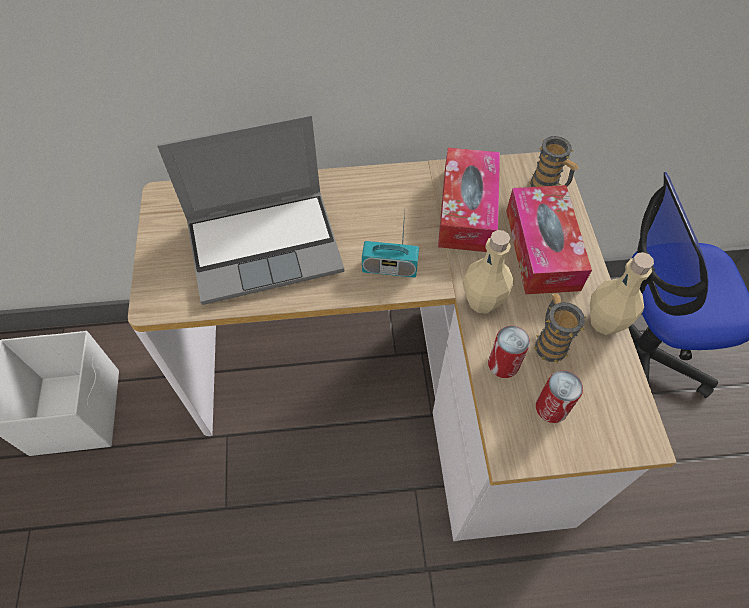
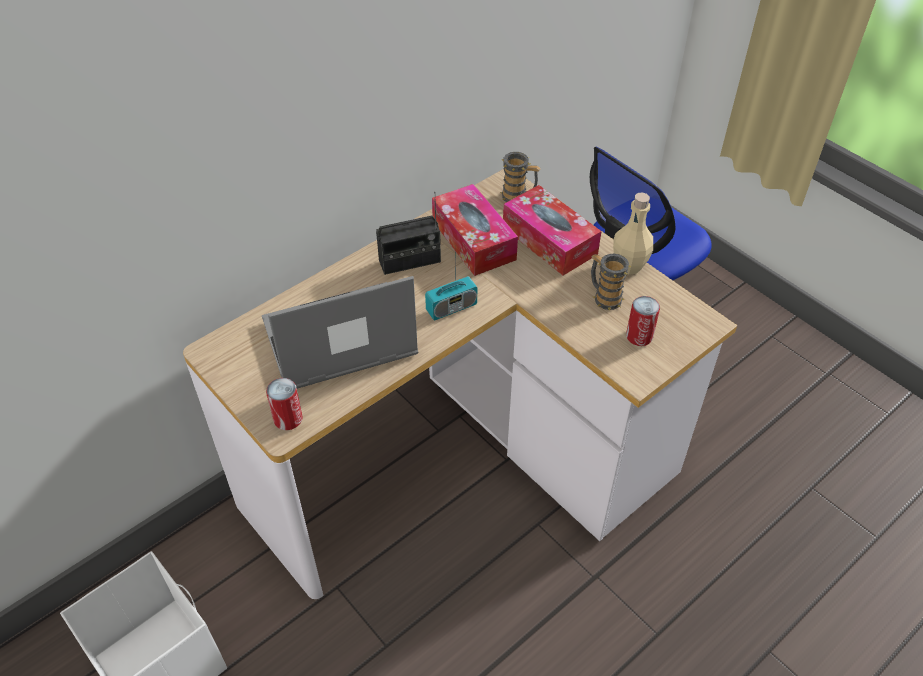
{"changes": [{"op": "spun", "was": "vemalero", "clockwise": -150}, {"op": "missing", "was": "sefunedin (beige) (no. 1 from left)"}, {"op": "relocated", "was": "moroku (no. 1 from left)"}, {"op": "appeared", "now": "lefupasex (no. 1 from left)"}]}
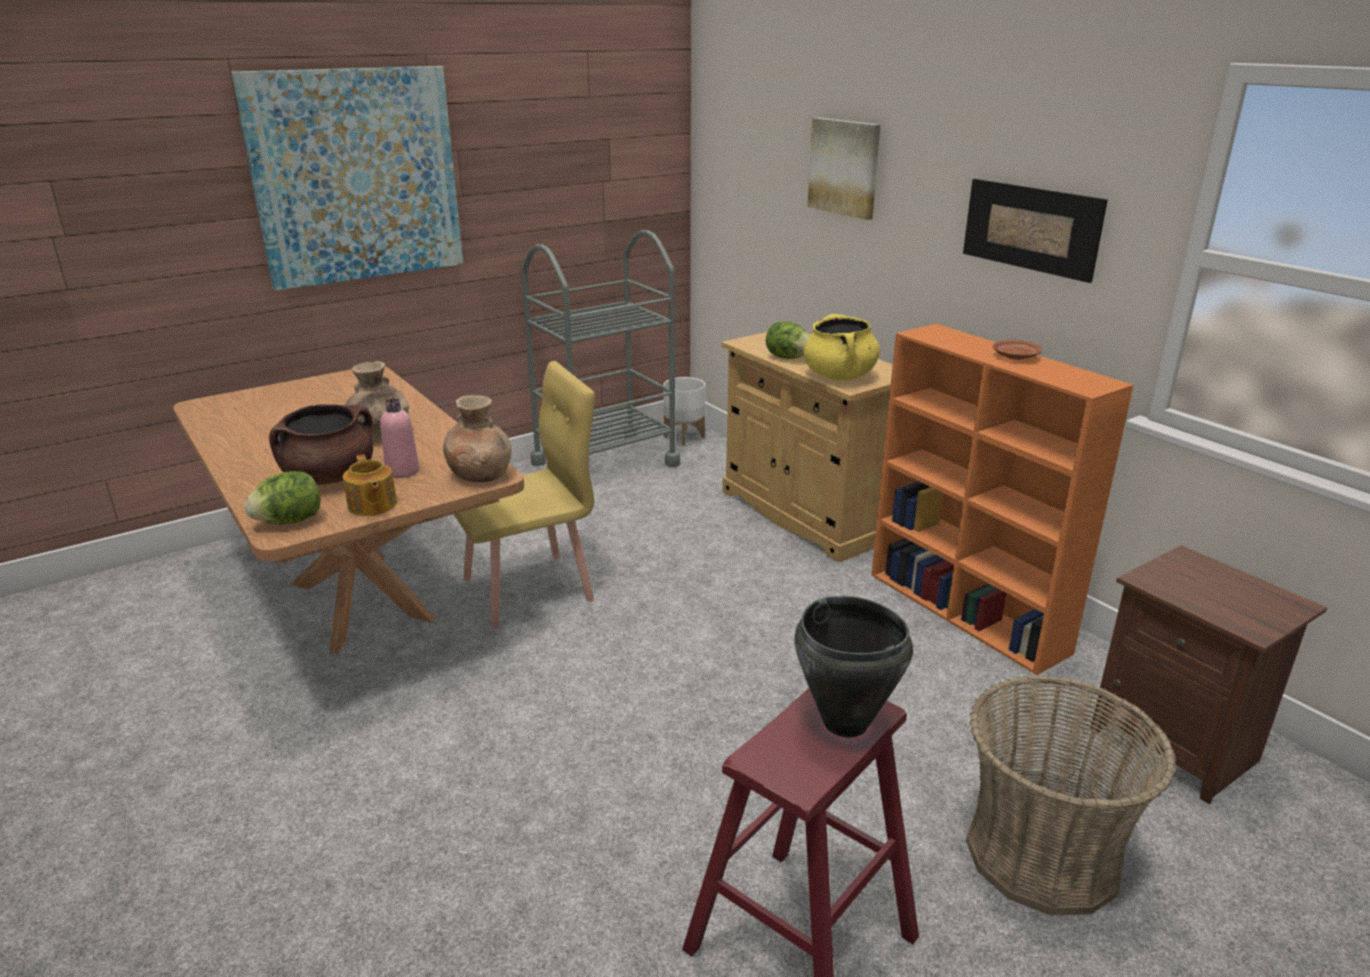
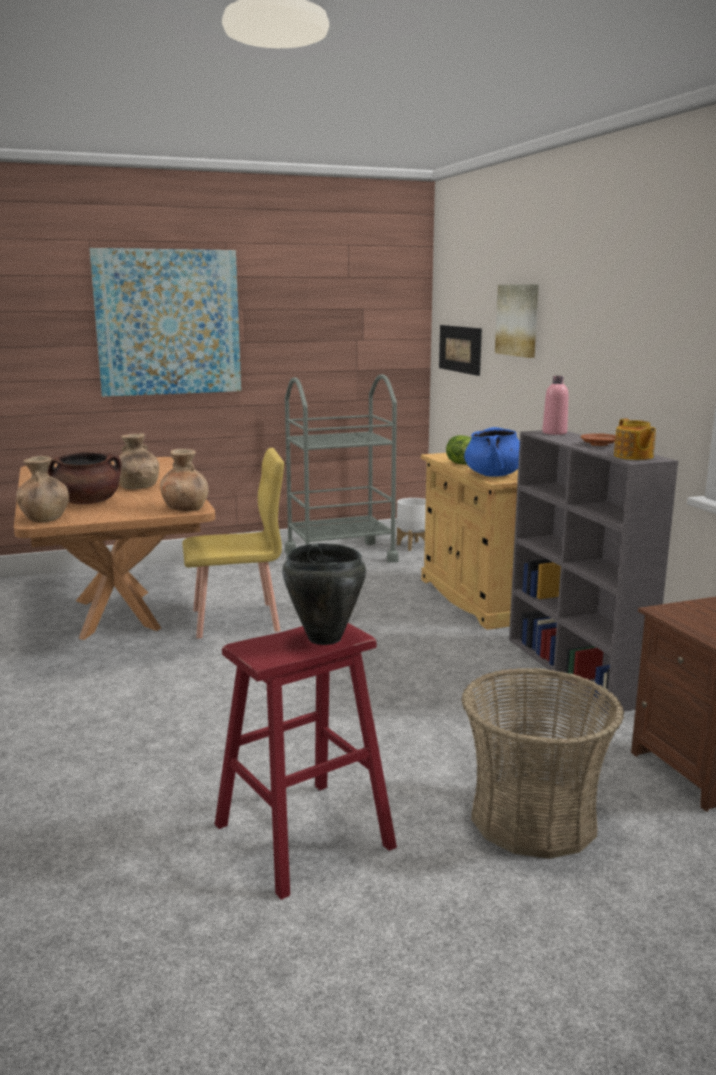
{"changes": [{"op": "exchanged", "was": "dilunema (no. 1 from left)", "now": "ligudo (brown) (no. 1 from left)"}, {"op": "relocated", "was": "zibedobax"}, {"op": "relocated", "was": "sefunedin (pink)"}, {"op": "colour", "was": "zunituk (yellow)", "now": "zunituk (blue)"}, {"op": "colour", "was": "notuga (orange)", "now": "notuga (grey)"}, {"op": "relocated", "was": "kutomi (no. 3 from left in the first image)", "now": "kutomi (no. 2 from left)"}]}
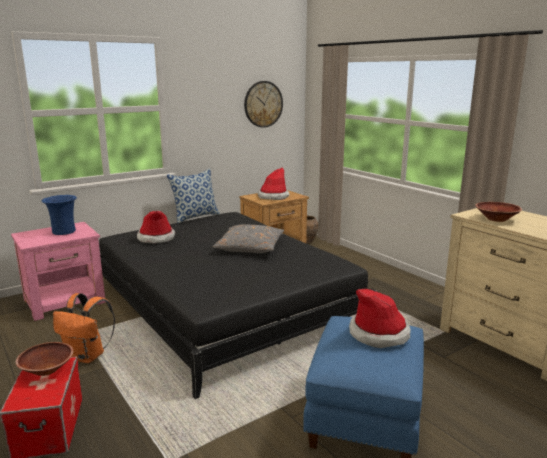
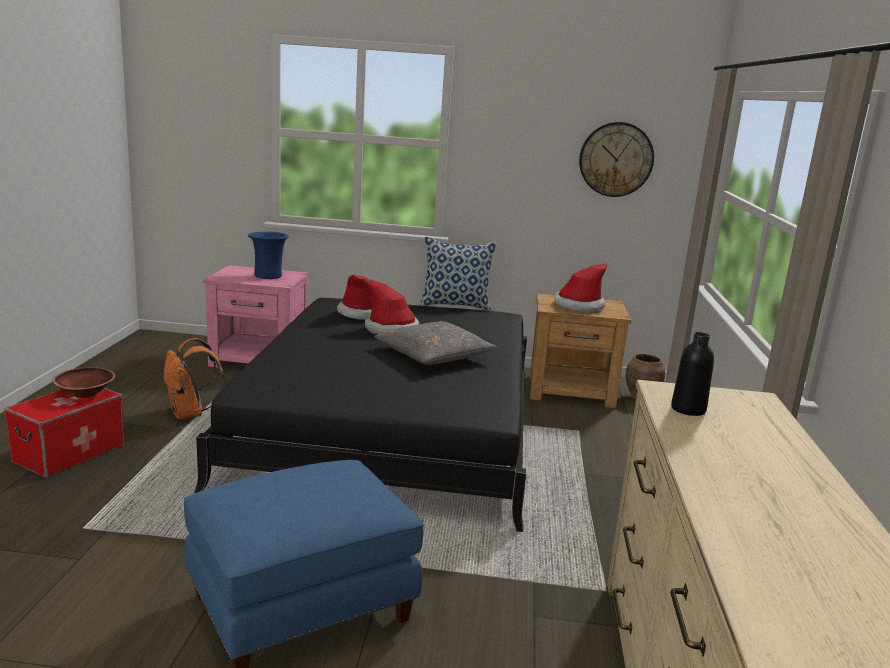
{"changes": [{"op": "relocated", "was": "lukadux (no. 3 from left in the first image)", "now": "lukadux (no. 2 from left)"}, {"op": "exchanged", "was": "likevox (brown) (no. 2 from left)", "now": "sefunedin (black)"}]}
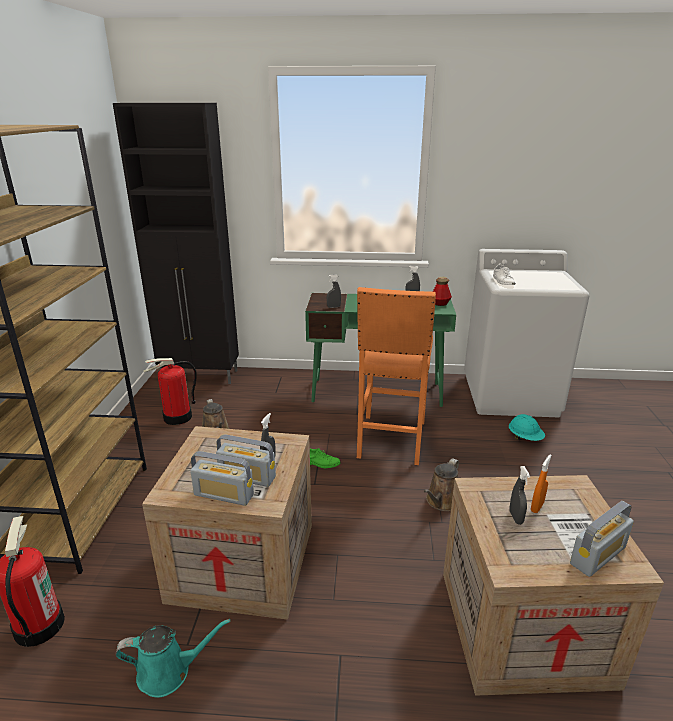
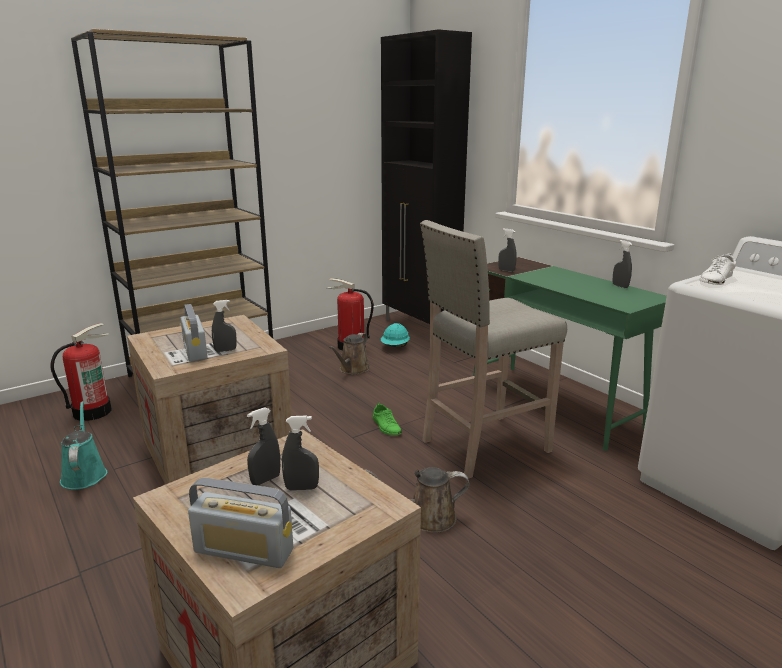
{"changes": [{"op": "spun", "was": "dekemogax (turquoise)", "clockwise": -150}, {"op": "missing", "was": "lefupasex (no. 1 from left)"}, {"op": "colour", "was": "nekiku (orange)", "now": "nekiku (beige)"}, {"op": "missing", "was": "sefunedin"}, {"op": "relocated", "was": "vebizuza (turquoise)"}, {"op": "colour", "was": "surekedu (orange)", "now": "surekedu (grey) (no. 3 from left)"}]}
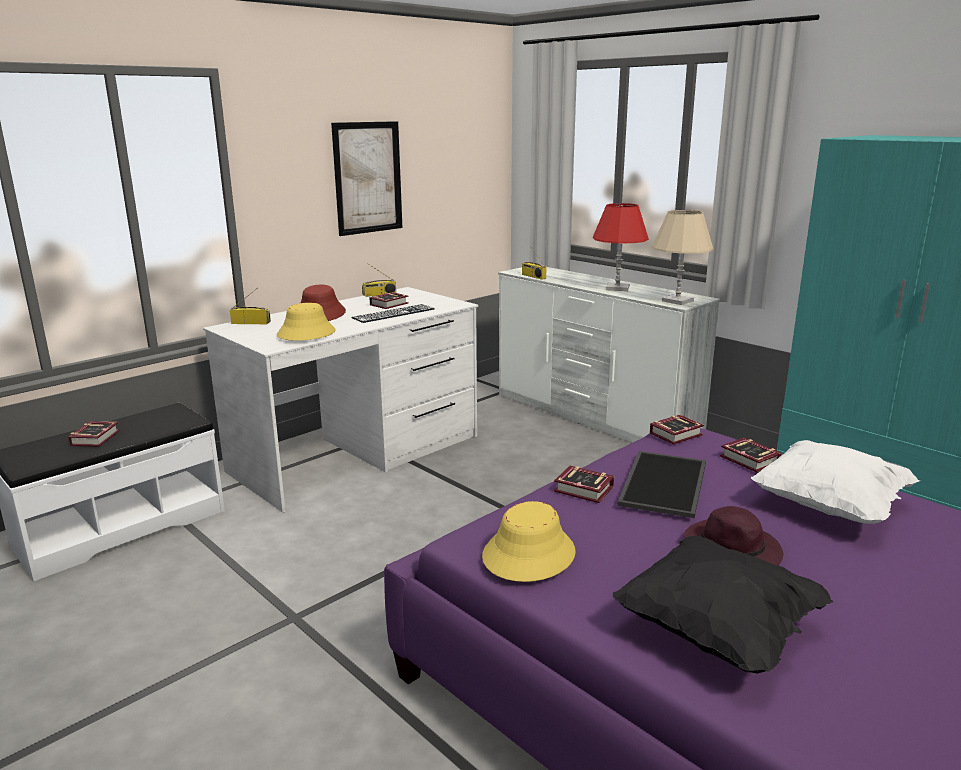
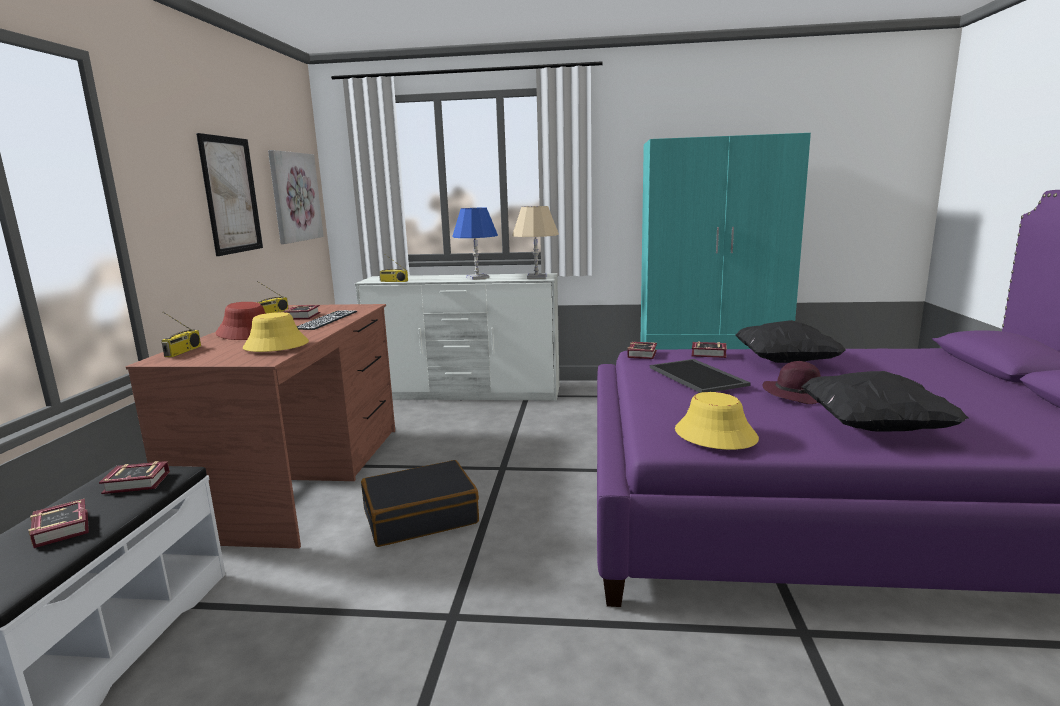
{"changes": [{"op": "colour", "was": "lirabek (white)", "now": "lirabek (brown)"}, {"op": "spun", "was": "lefupasex (no. 1 from left)", "clockwise": 135}, {"op": "relocated", "was": "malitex (no. 3 from left in the first image)", "now": "malitex (no. 2 from left)"}, {"op": "colour", "was": "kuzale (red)", "now": "kuzale (blue)"}, {"op": "colour", "was": "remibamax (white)", "now": "remibamax (black) (no. 1 from left)"}, {"op": "appeared", "now": "kutomi (no. 2 from left)"}, {"op": "appeared", "now": "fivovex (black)"}]}
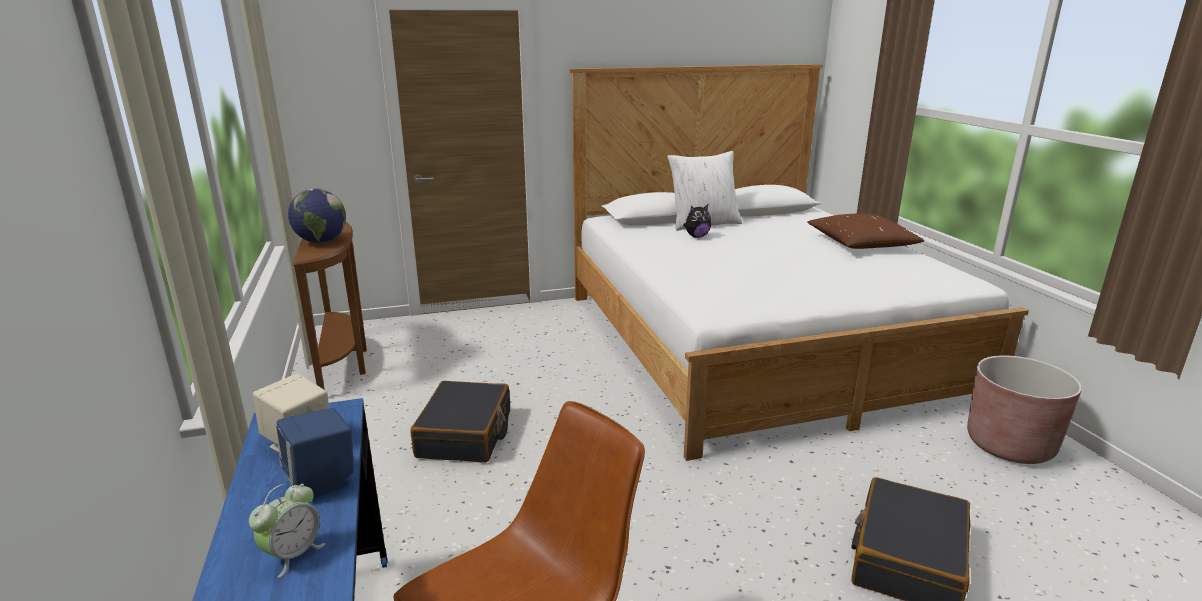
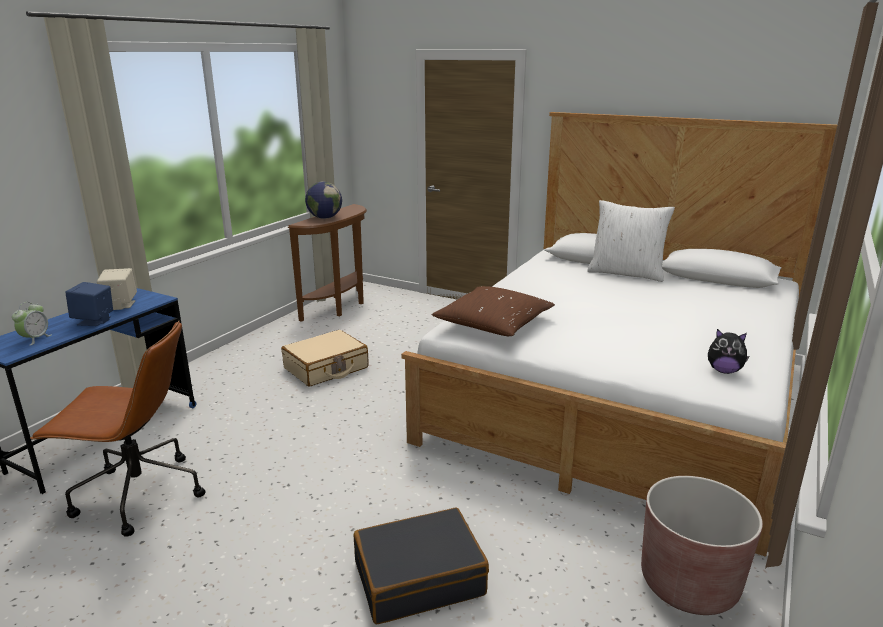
{"changes": [{"op": "spun", "was": "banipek", "clockwise": -60}, {"op": "colour", "was": "fivovex (black) (no. 1 from left)", "now": "fivovex (beige)"}, {"op": "relocated", "was": "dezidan"}, {"op": "relocated", "was": "remibamax (brown)"}]}
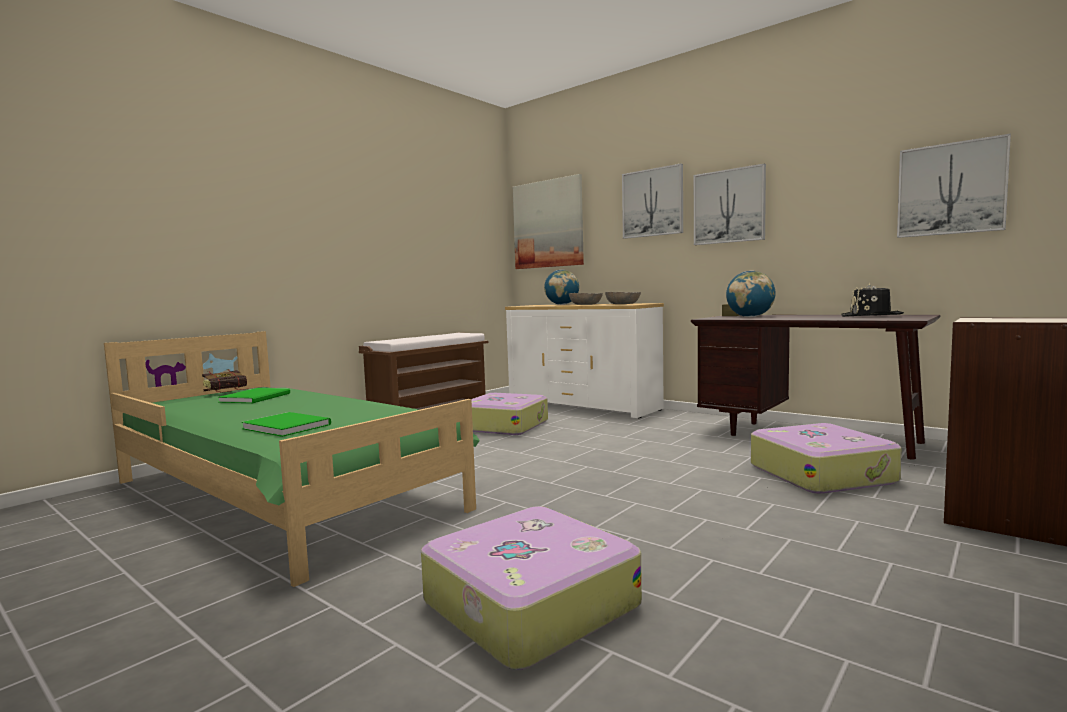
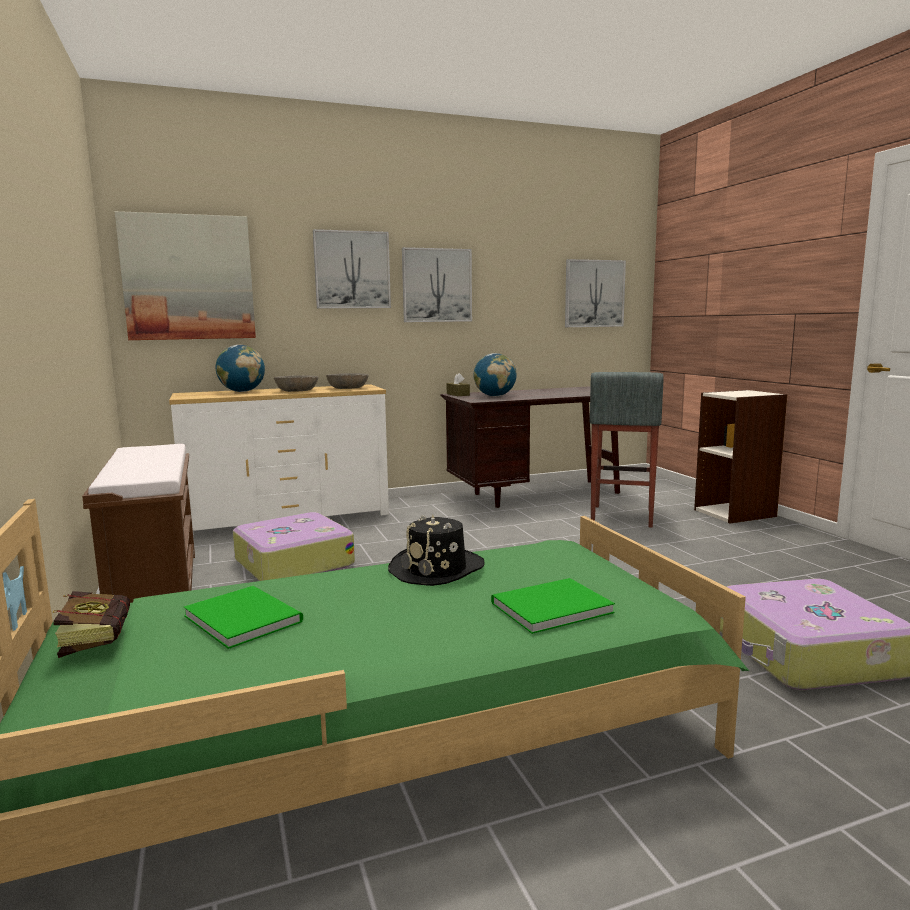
{"changes": [{"op": "exchanged", "was": "fivovex (no. 3 from left)", "now": "nekiku (grey)"}, {"op": "relocated", "was": "lukadux (black)"}]}
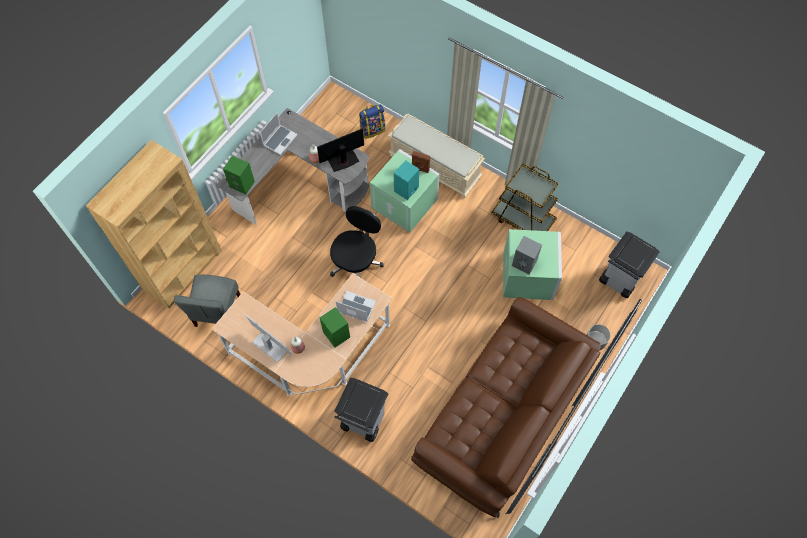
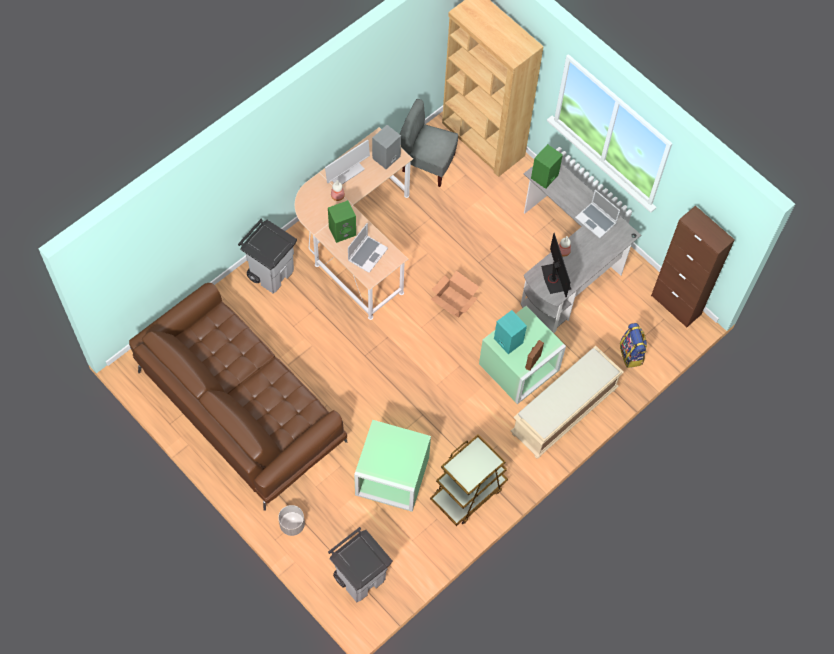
{"changes": [{"op": "exchanged", "was": "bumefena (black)", "now": "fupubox"}, {"op": "relocated", "was": "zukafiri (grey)"}, {"op": "appeared", "now": "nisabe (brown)"}]}
